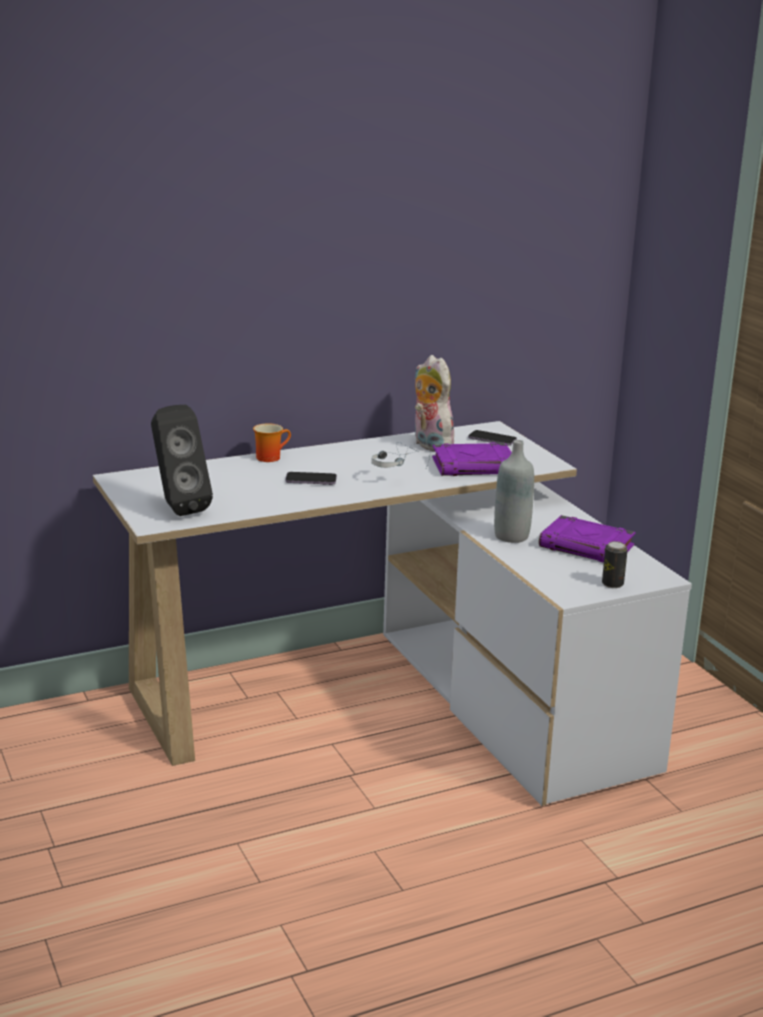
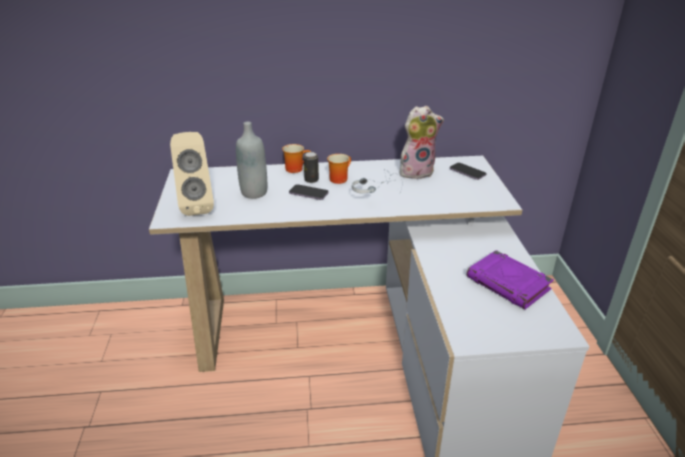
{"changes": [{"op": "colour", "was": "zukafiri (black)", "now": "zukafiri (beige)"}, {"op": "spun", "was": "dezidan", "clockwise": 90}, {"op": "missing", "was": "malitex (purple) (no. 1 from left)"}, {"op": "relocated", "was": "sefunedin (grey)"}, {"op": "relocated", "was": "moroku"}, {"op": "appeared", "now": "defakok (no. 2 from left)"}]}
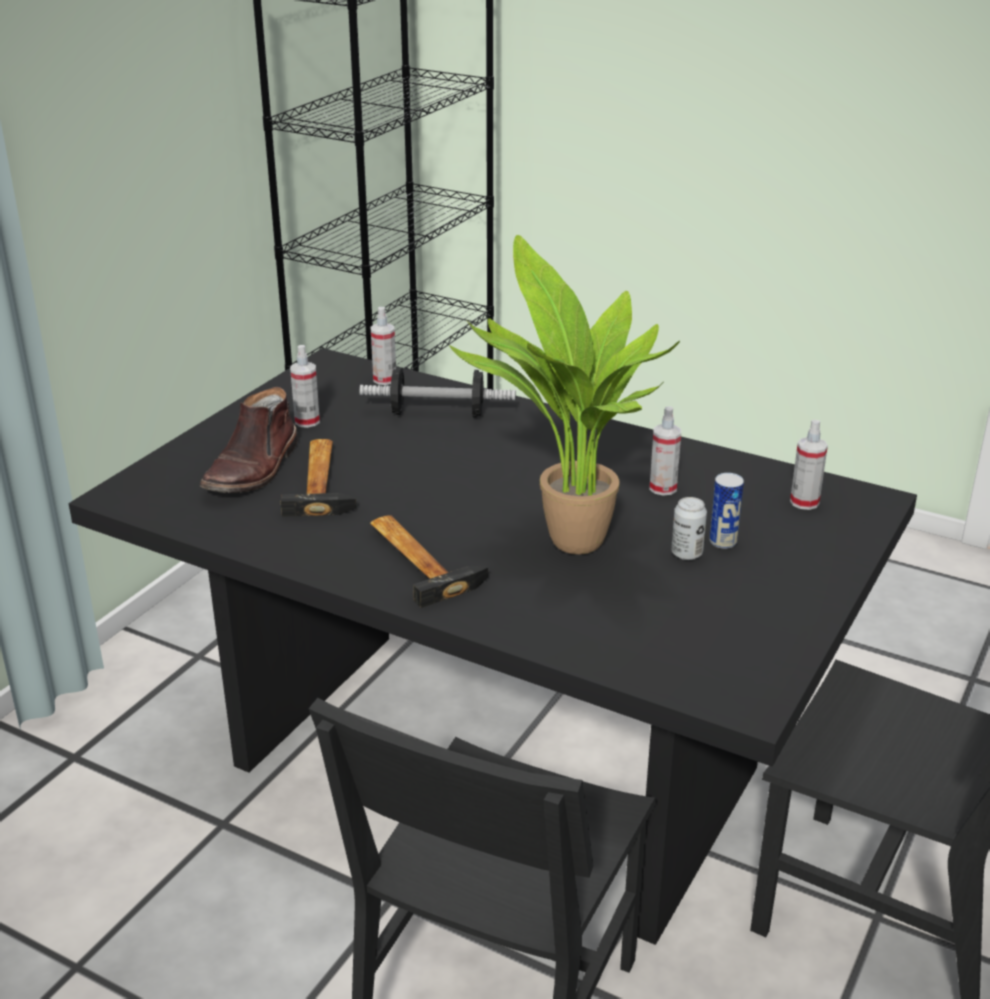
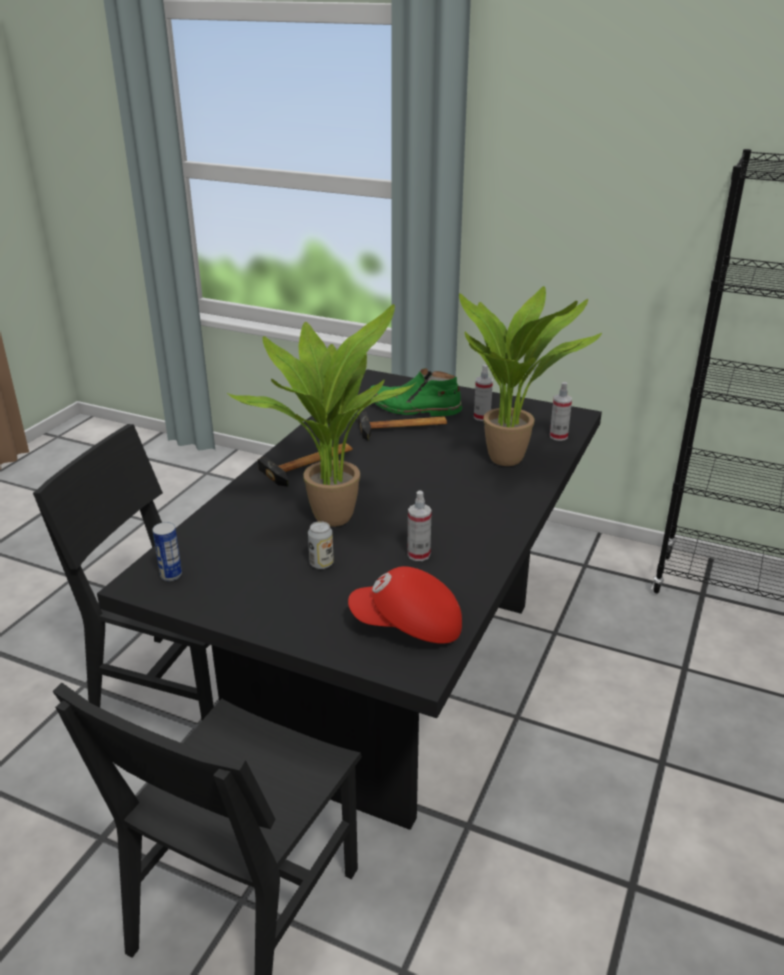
{"changes": [{"op": "colour", "was": "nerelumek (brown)", "now": "nerelumek (green)"}, {"op": "exchanged", "was": "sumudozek", "now": "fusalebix (no. 2 from left)"}, {"op": "relocated", "was": "moroku (no. 2 from left in the first image)", "now": "moroku (no. 1 from left)"}, {"op": "exchanged", "was": "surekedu (no. 4 from left)", "now": "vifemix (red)"}]}
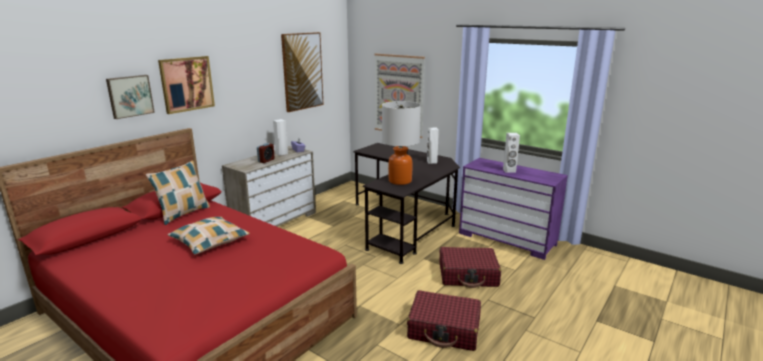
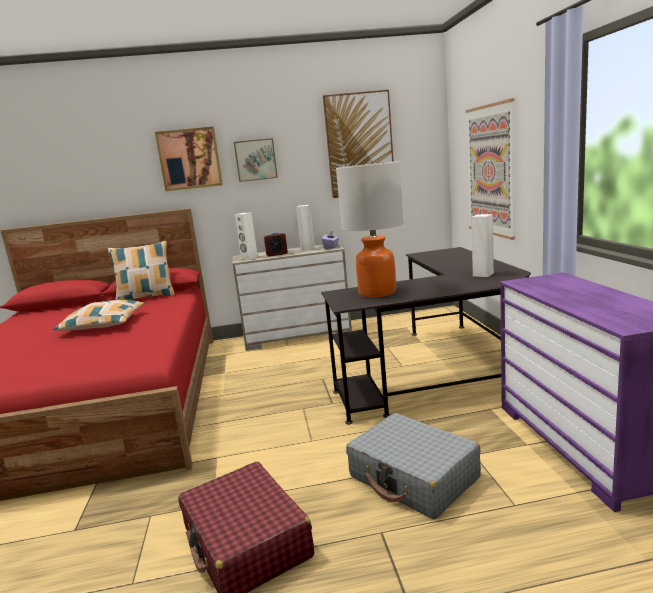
{"changes": [{"op": "relocated", "was": "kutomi (no. 1 from left in the first image)", "now": "kutomi (no. 2 from left)"}, {"op": "colour", "was": "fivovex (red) (no. 2 from left)", "now": "fivovex (grey)"}, {"op": "relocated", "was": "zukafiri (white) (no. 3 from left in the first image)", "now": "zukafiri (white) (no. 1 from left)"}]}
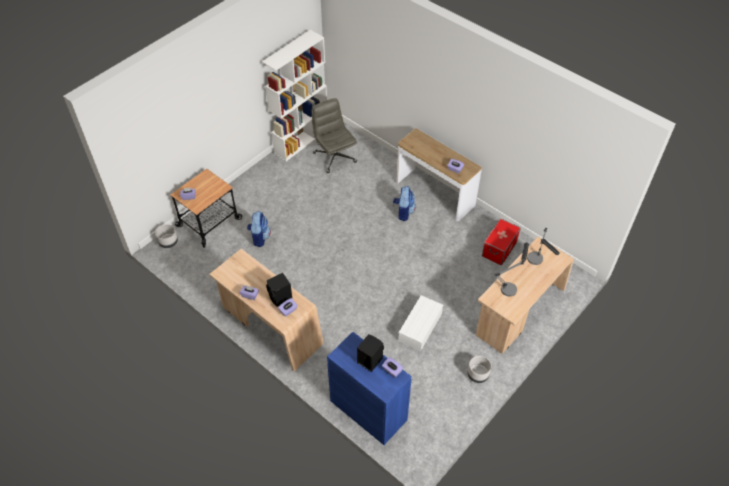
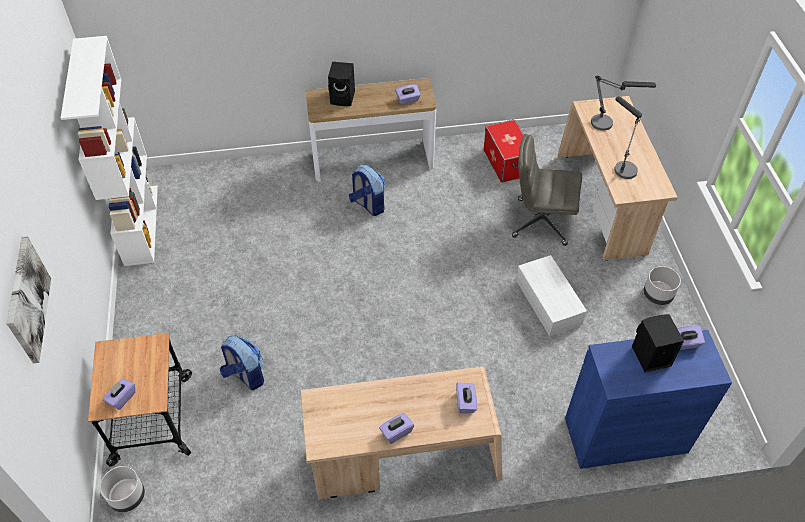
{"changes": [{"op": "relocated", "was": "zukafiri (black) (no. 1 from left)"}, {"op": "relocated", "was": "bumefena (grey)"}, {"op": "appeared", "now": "kutomi"}]}
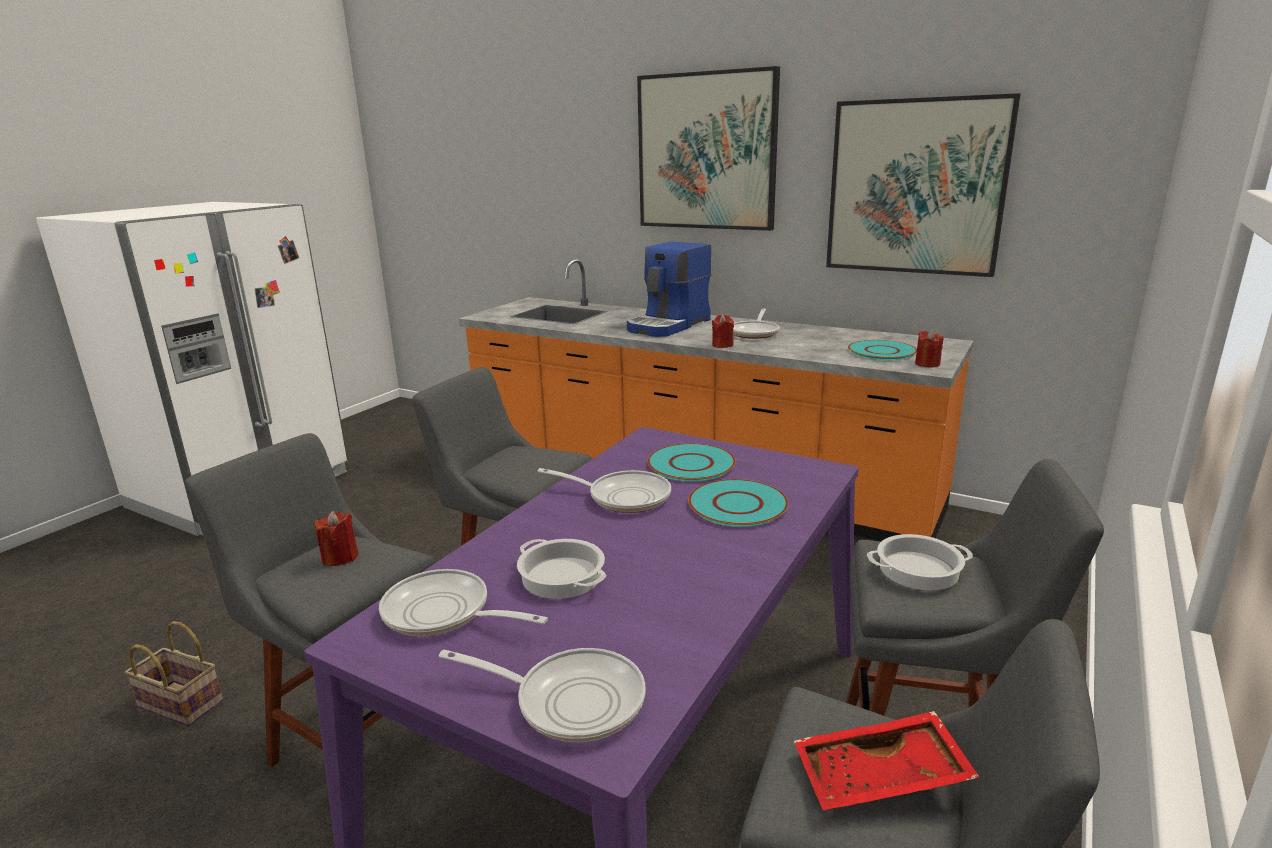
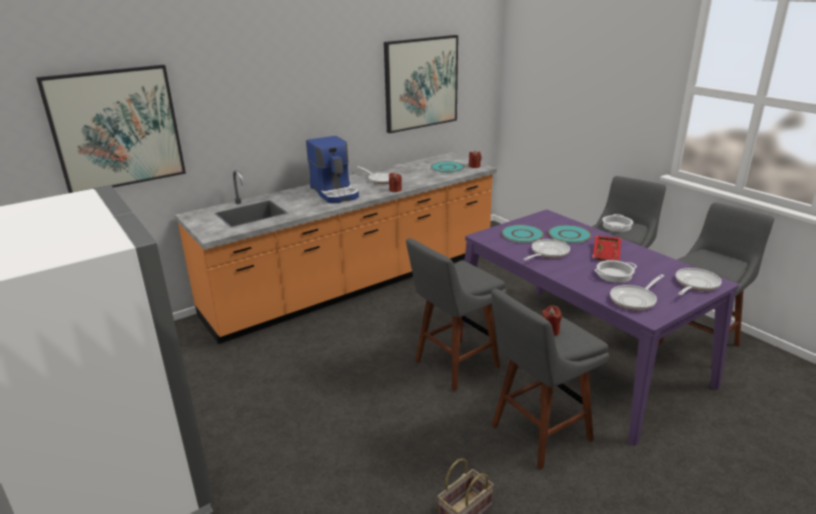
{"changes": [{"op": "relocated", "was": "kutomi (no. 1 from left)"}, {"op": "relocated", "was": "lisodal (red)"}]}
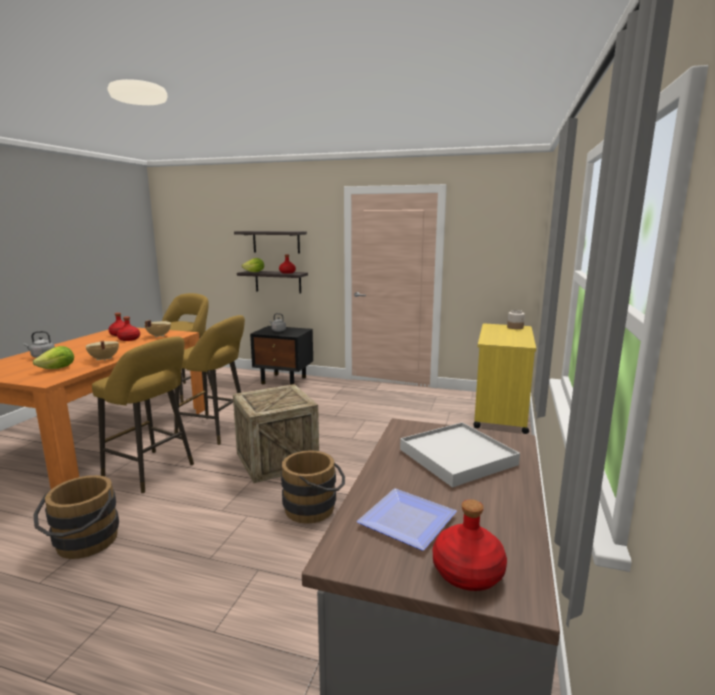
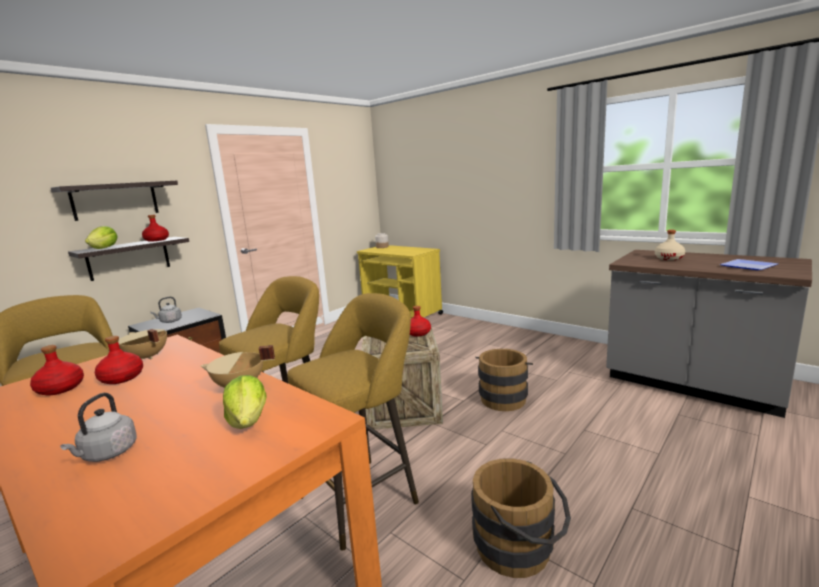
{"changes": [{"op": "exchanged", "was": "lisodal (white)", "now": "sefunedin (beige)"}, {"op": "relocated", "was": "sefunedin (red) (no. 4 from left)"}]}
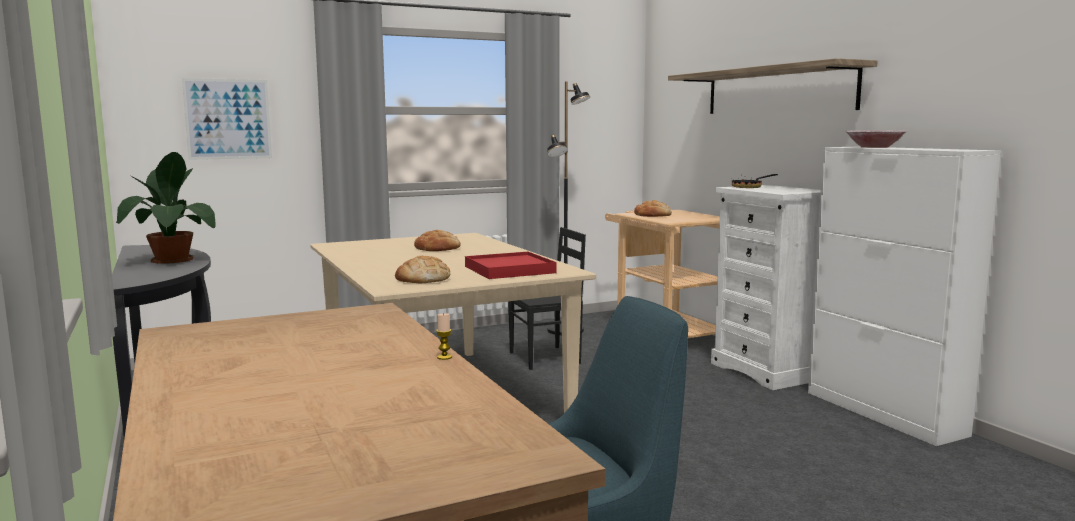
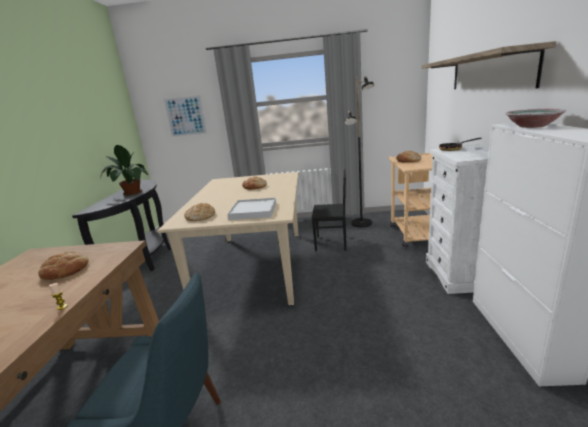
{"changes": [{"op": "colour", "was": "lisodal (red)", "now": "lisodal (white)"}, {"op": "appeared", "now": "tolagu (no. 1 from left)"}]}
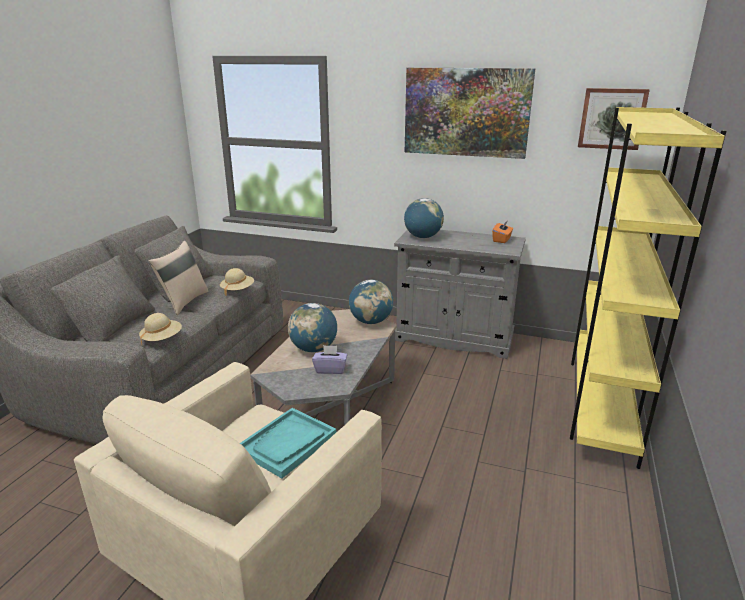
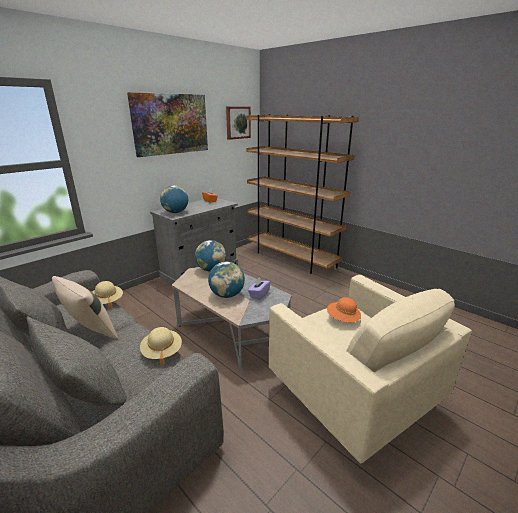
{"changes": [{"op": "exchanged", "was": "lisodal (turquoise)", "now": "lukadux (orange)"}, {"op": "colour", "was": "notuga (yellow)", "now": "notuga (brown)"}]}
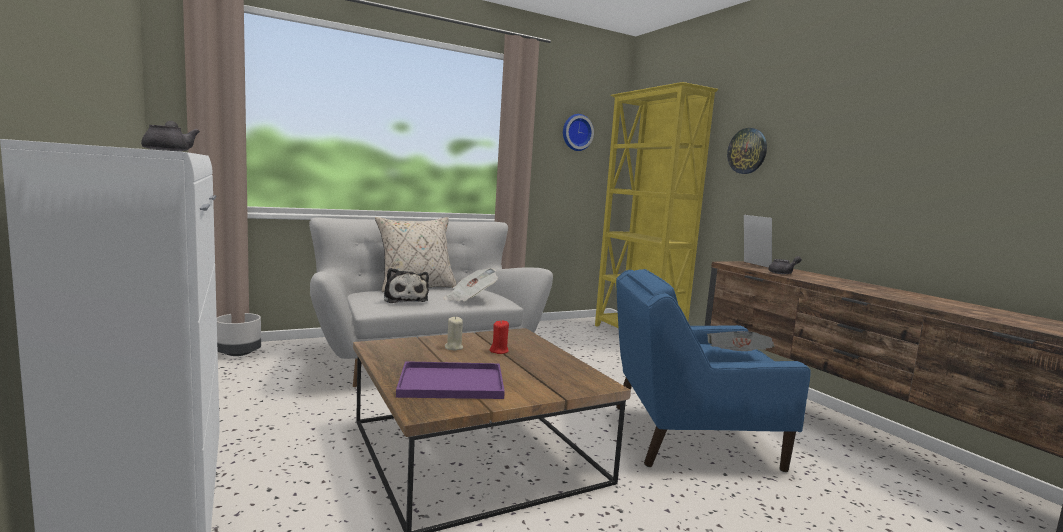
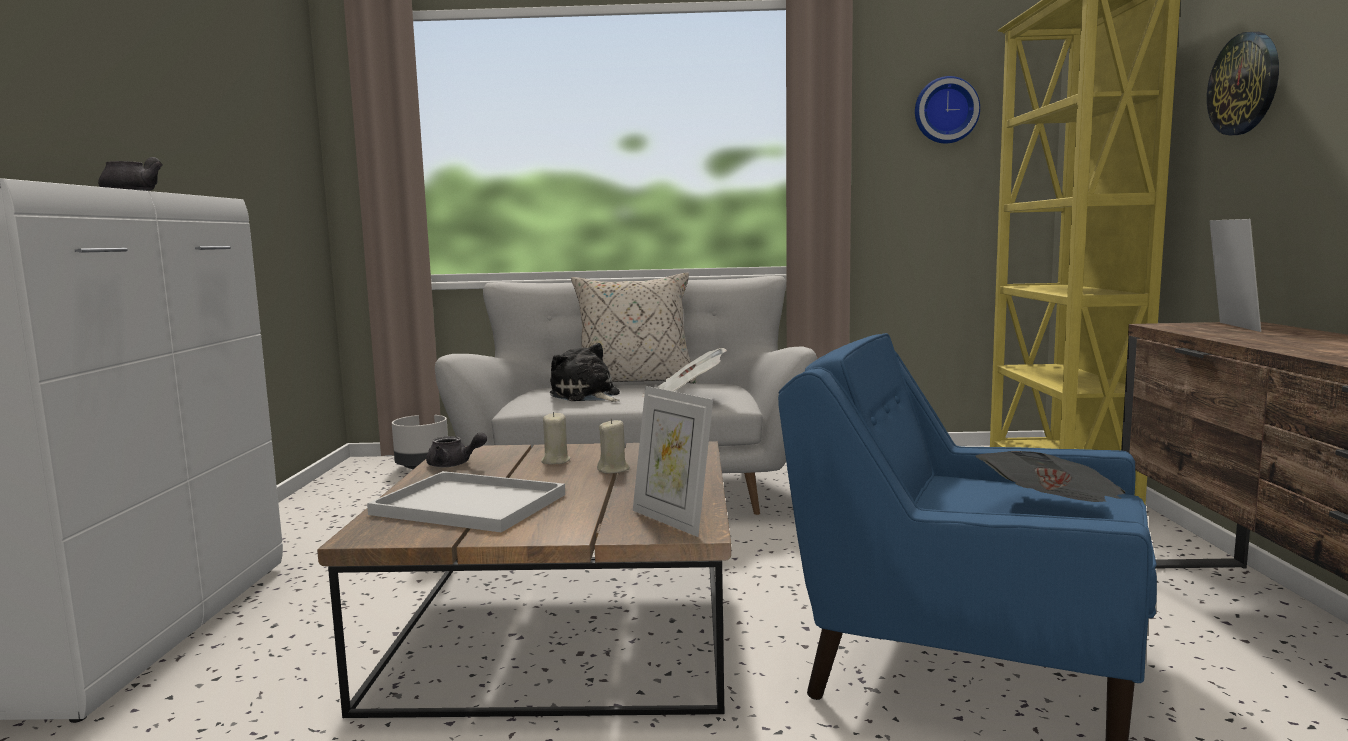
{"changes": [{"op": "spun", "was": "dezidan", "clockwise": 135}, {"op": "colour", "was": "lisodal (purple)", "now": "lisodal (white)"}, {"op": "colour", "was": "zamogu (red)", "now": "zamogu (beige) (no. 2 from left)"}, {"op": "relocated", "was": "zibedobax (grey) (no. 2 from left)"}, {"op": "appeared", "now": "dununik (no. 1 from left)"}]}
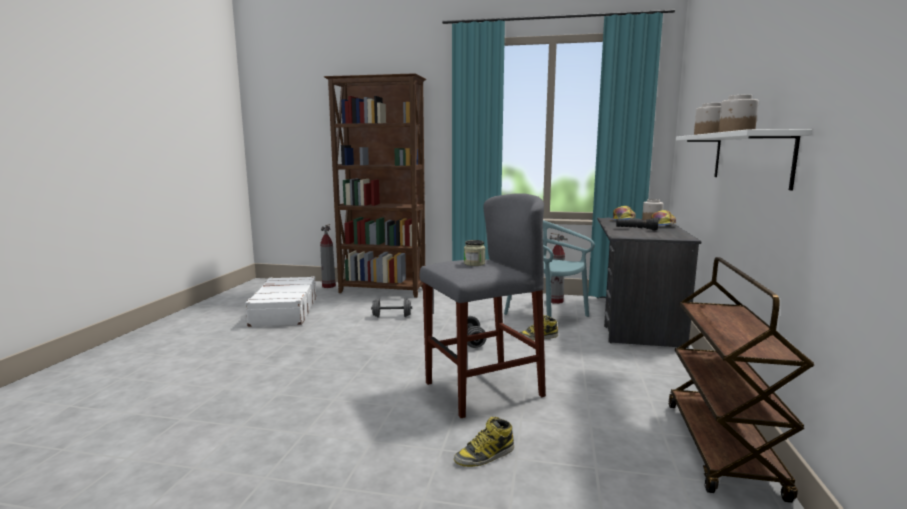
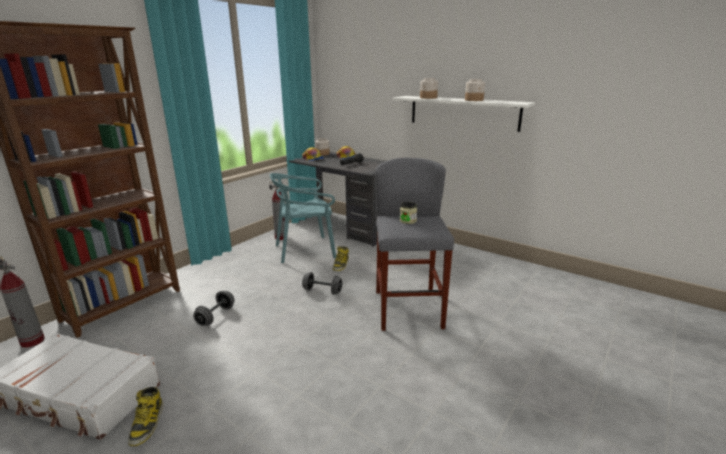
{"changes": [{"op": "relocated", "was": "nerelumek (no. 1 from left)"}, {"op": "missing", "was": "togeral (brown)"}]}
